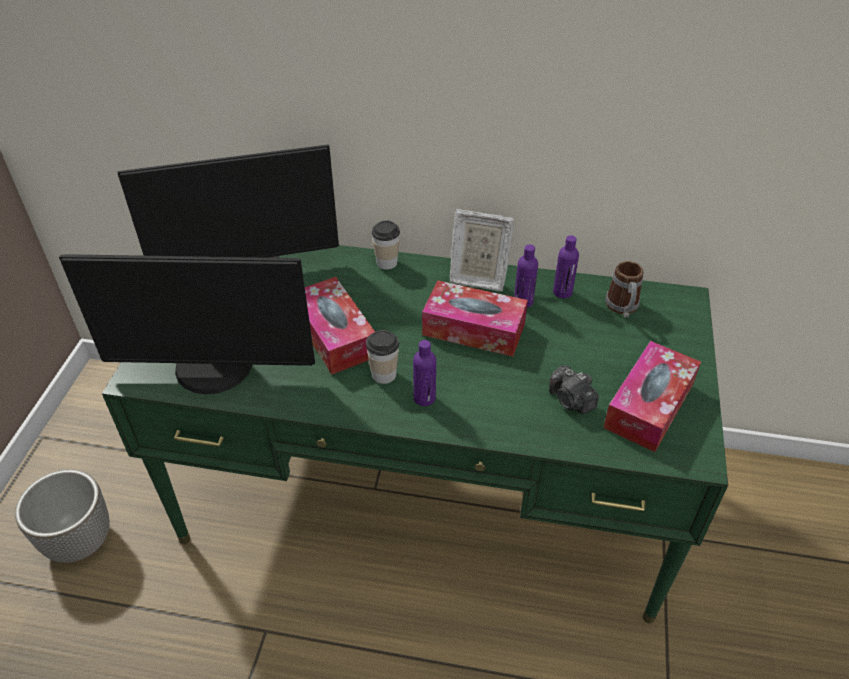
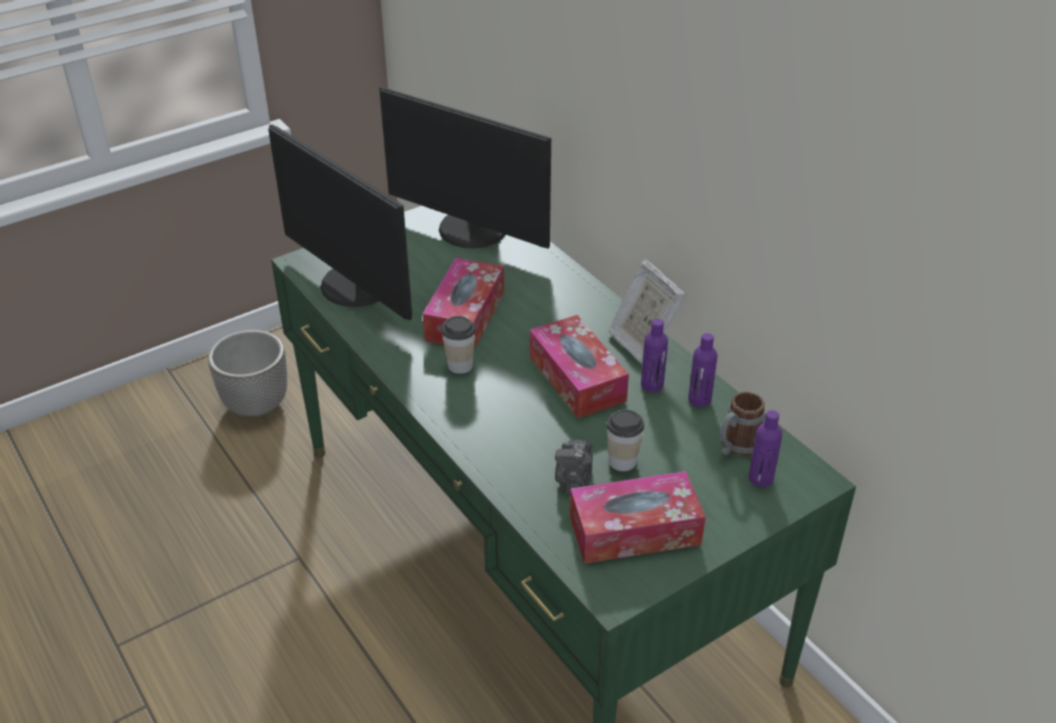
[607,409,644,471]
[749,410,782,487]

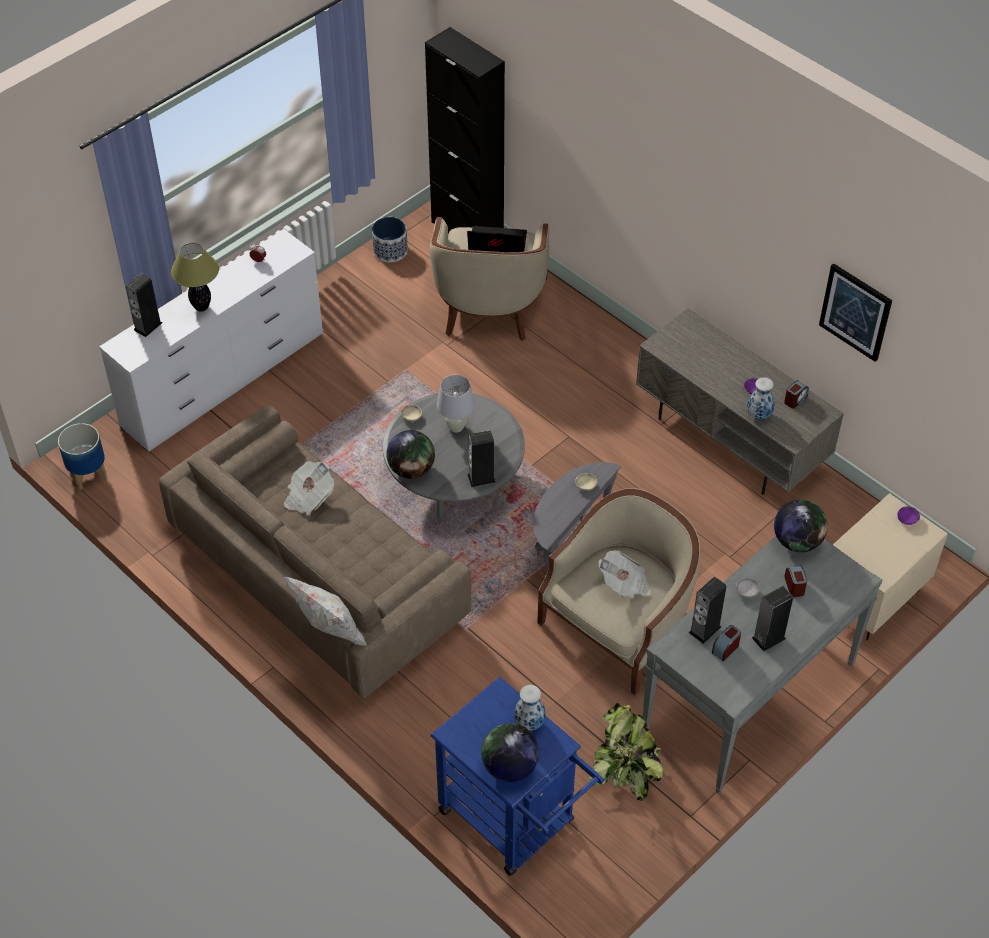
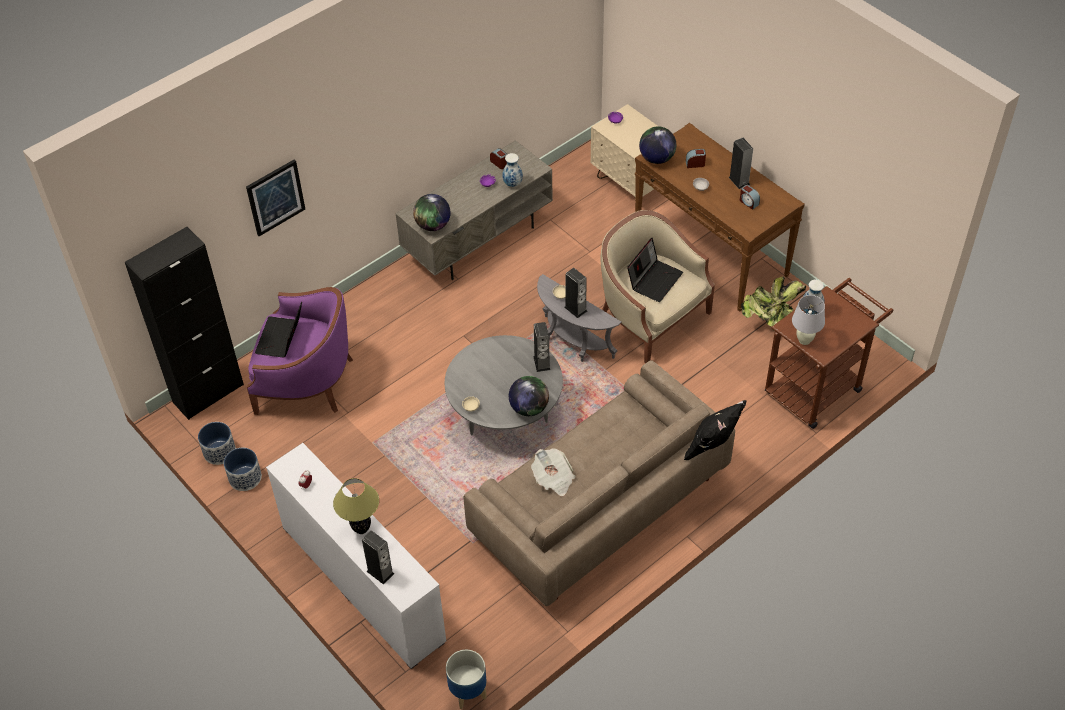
[224,448,262,491]
[792,295,825,345]
[413,194,451,231]
[564,268,587,318]
[246,159,305,236]
[627,238,683,302]
[684,400,747,460]
[247,287,353,415]
[765,278,893,429]
[635,123,805,312]

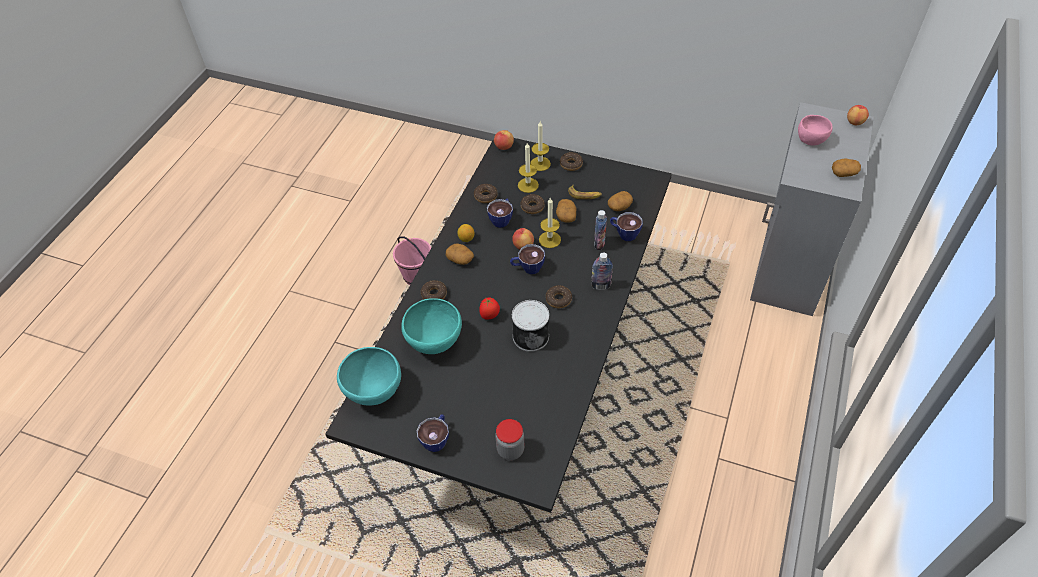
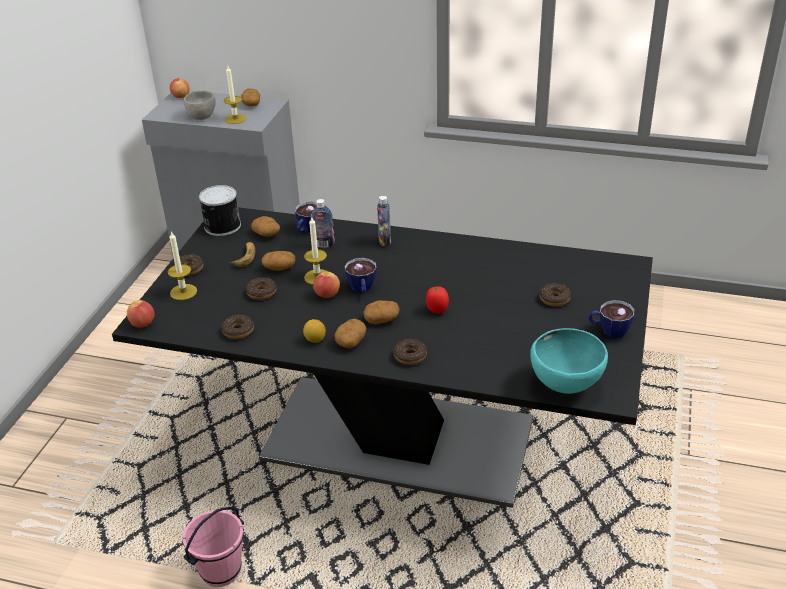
[401,298,462,354] (first image)
[487,199,513,228] (first image)
[495,419,524,460] (first image)
[363,300,400,324]
[199,185,241,236]
[224,66,246,124]
[539,283,571,307]
[184,91,216,120]

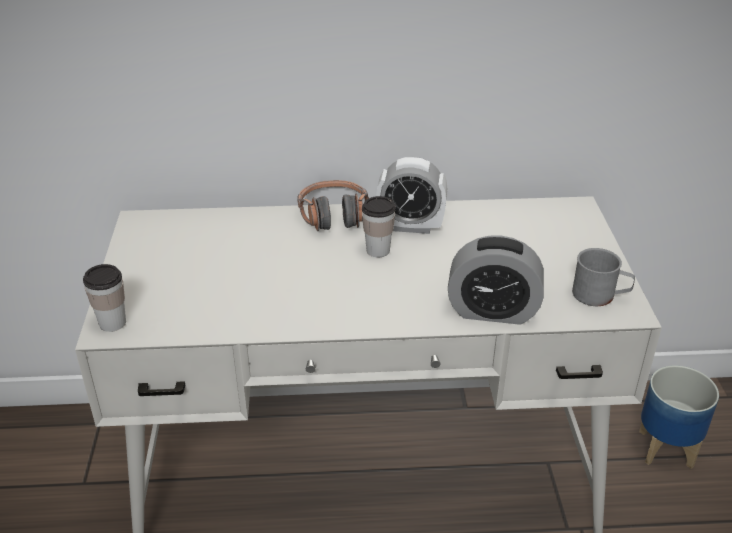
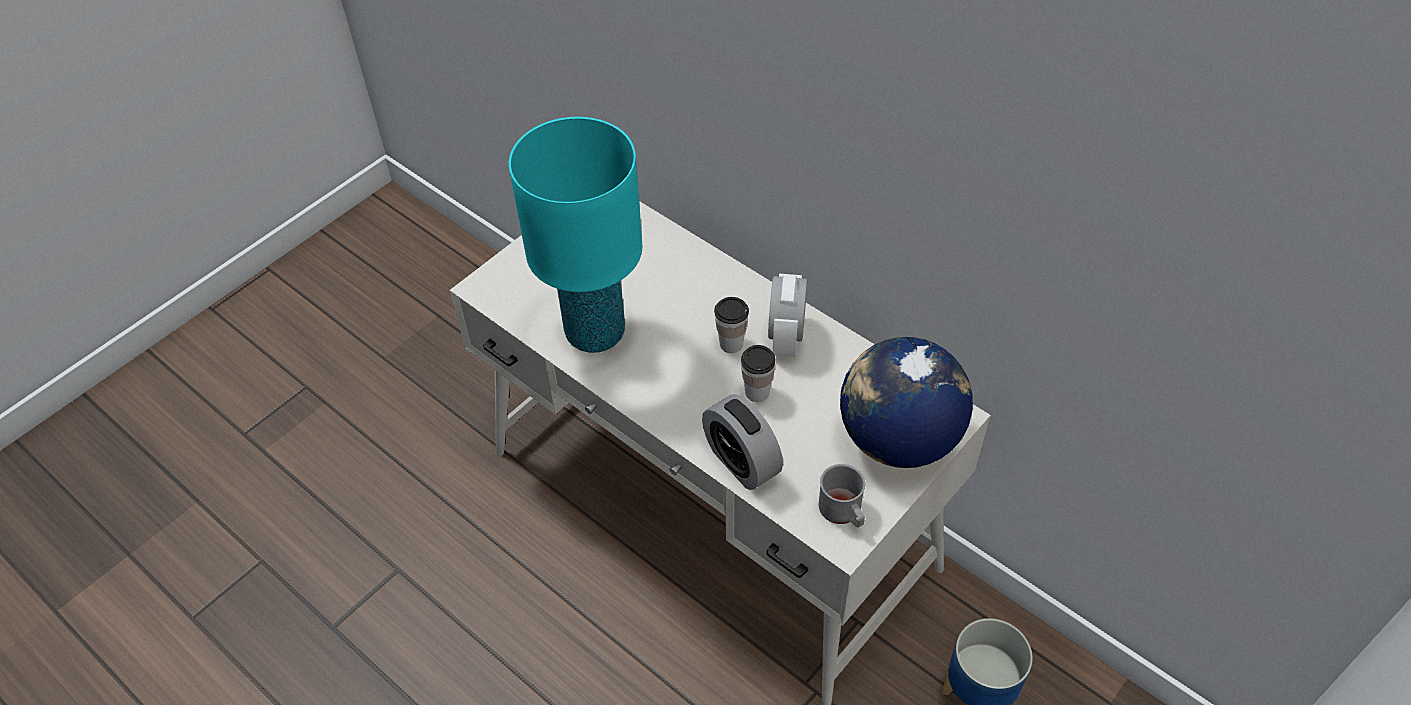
[297,180,369,231] (first image)
[509,117,642,353]
[840,337,973,468]
[741,345,775,402]
[768,274,807,357]

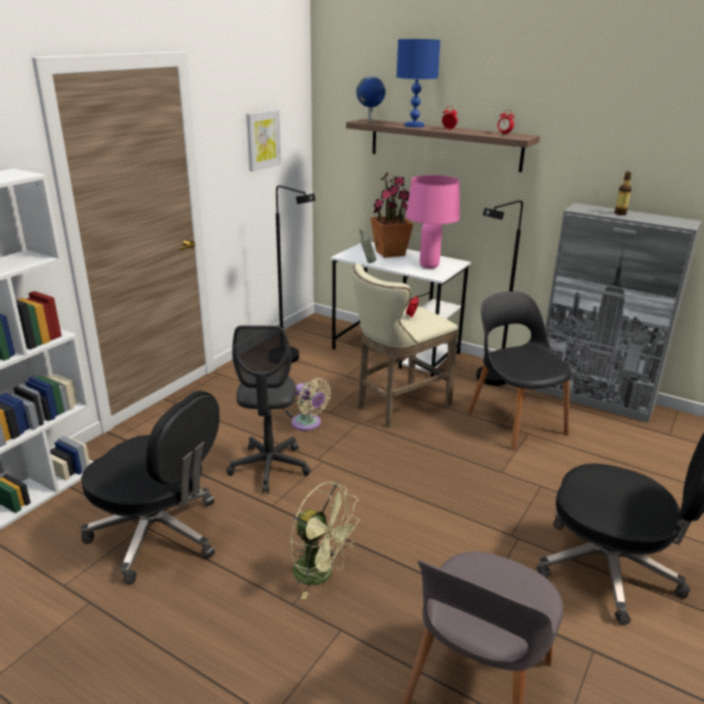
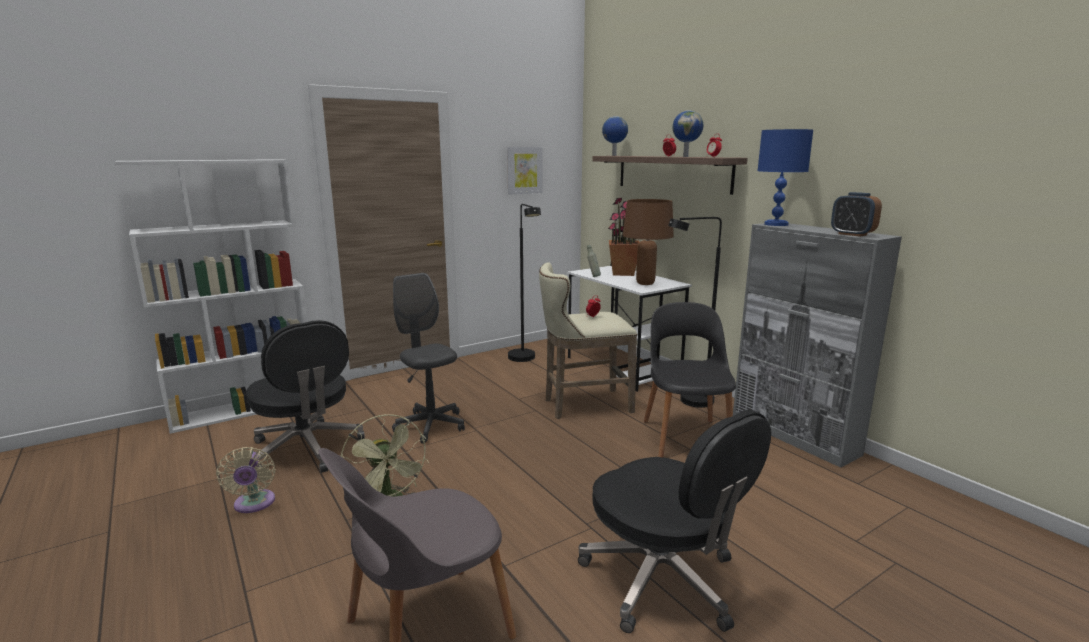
[615,172,631,215] (first image)
[673,110,703,157]
[831,192,882,237]
[216,447,276,513]
[758,129,813,226]
[623,199,674,285]
[392,273,465,444]

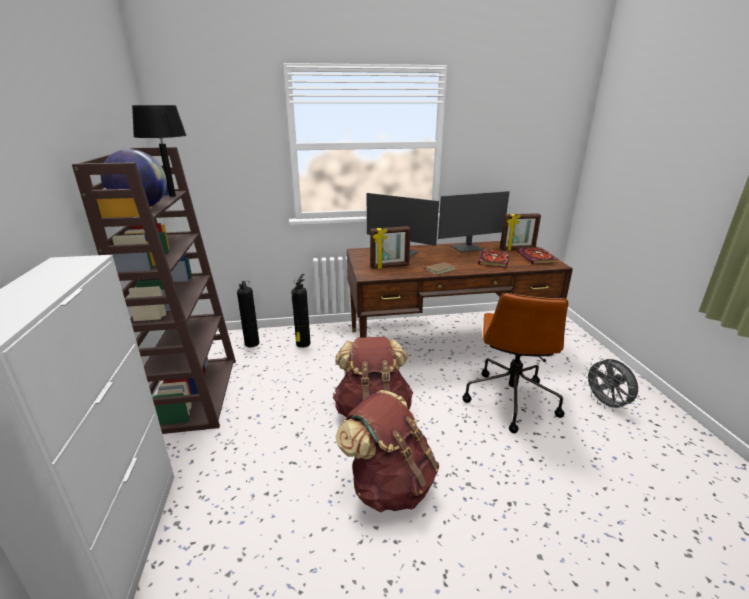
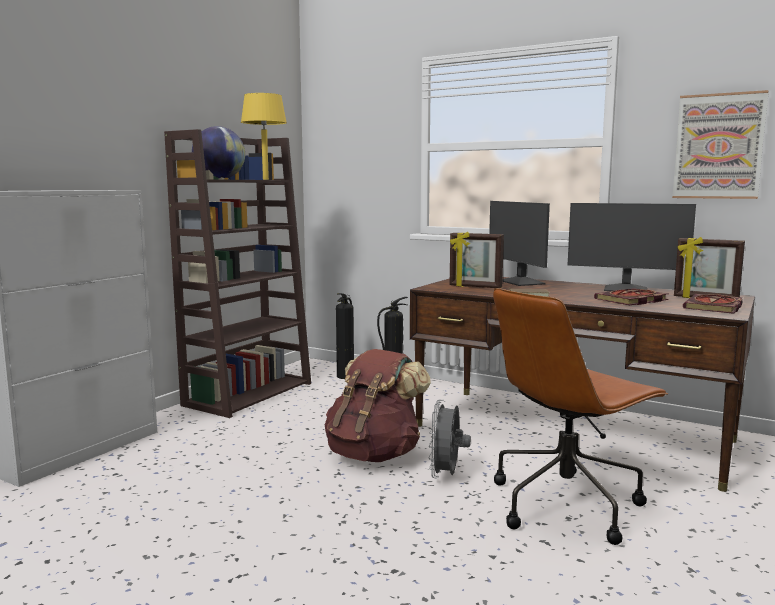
[335,390,439,512] (first image)
[672,90,769,199]
[429,400,471,479]
[241,93,287,180]

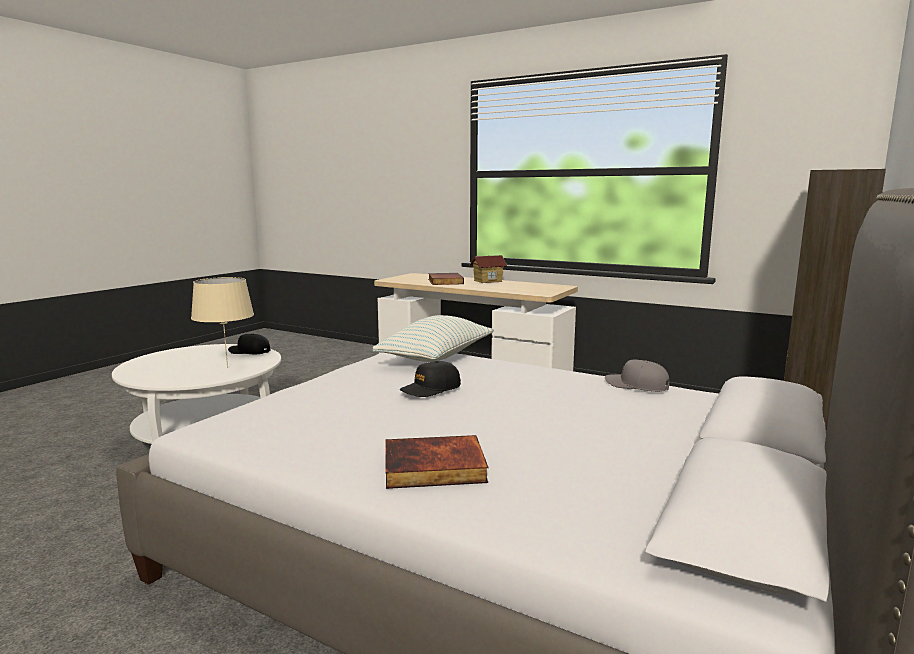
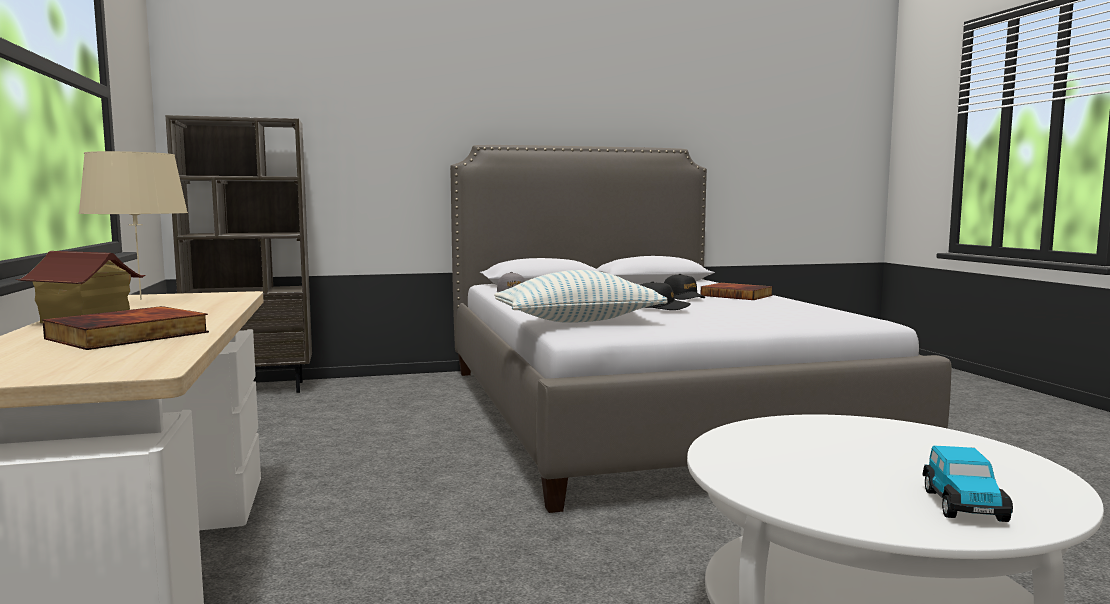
[923,445,1013,522]
[78,151,188,300]
[664,274,705,300]

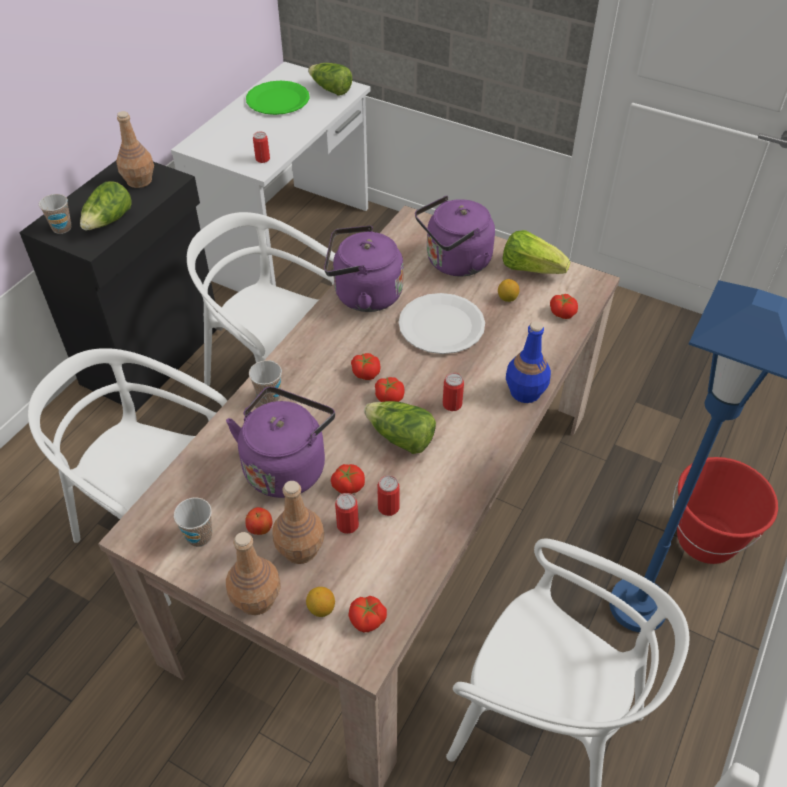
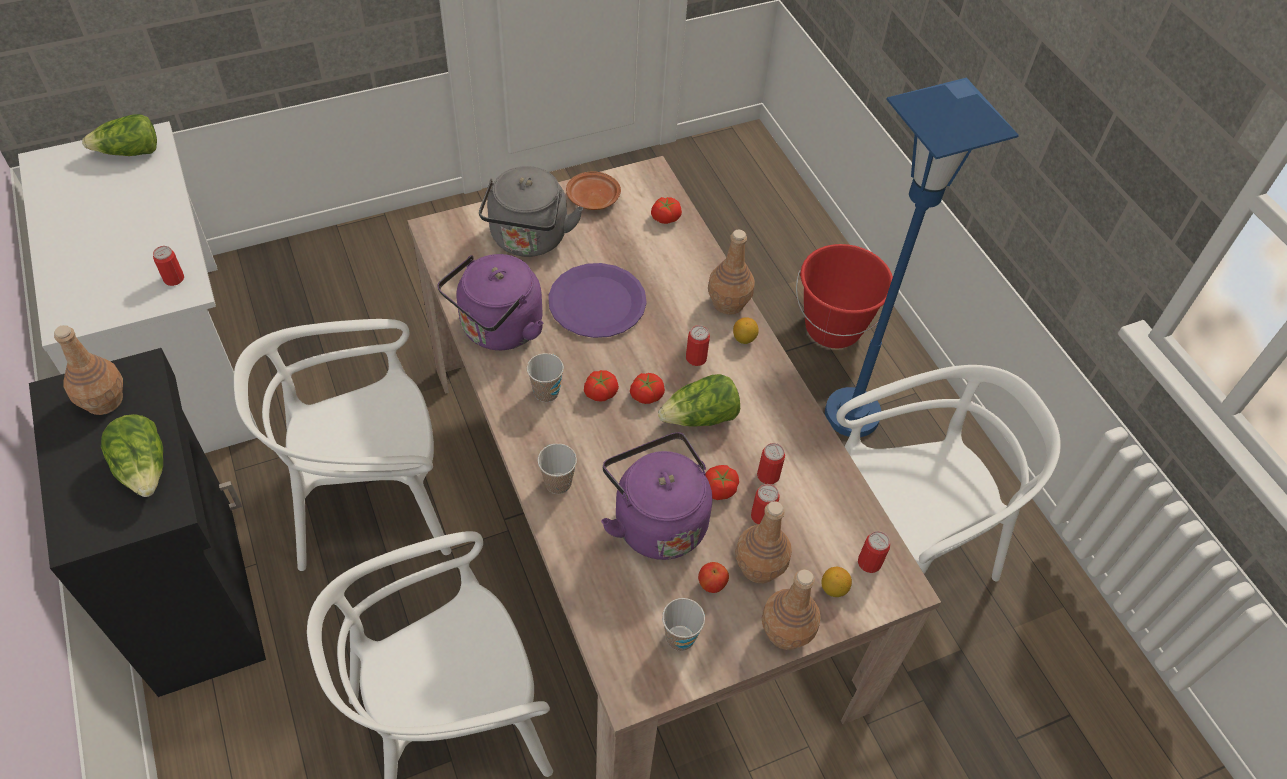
[246,81,310,115] (first image)
[527,353,564,402]
[733,317,759,344]
[858,531,890,573]
[566,171,621,210]
[548,263,647,338]
[479,166,583,257]
[708,229,755,315]

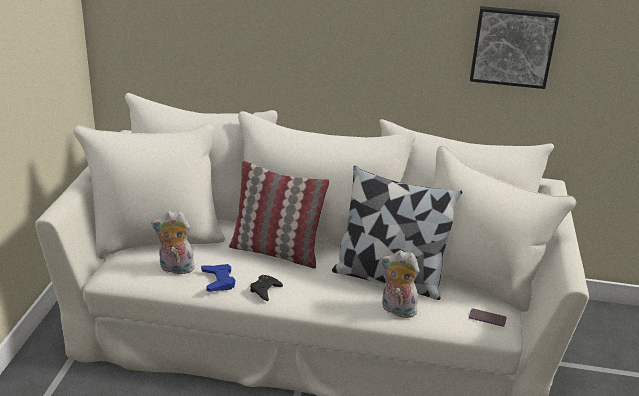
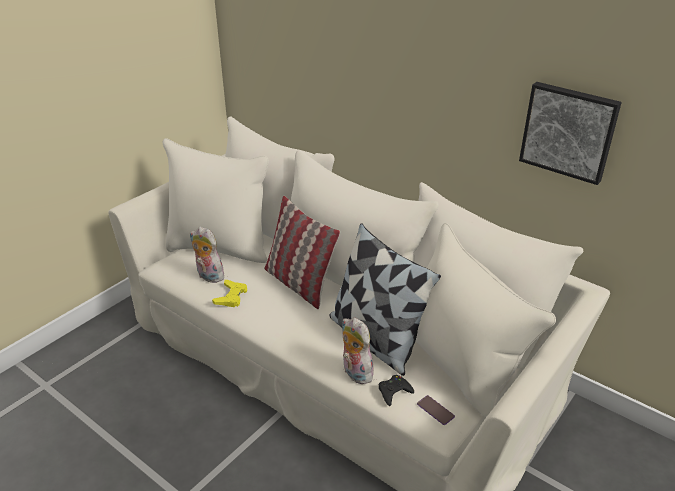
[379,375,414,406]
[212,280,247,307]

